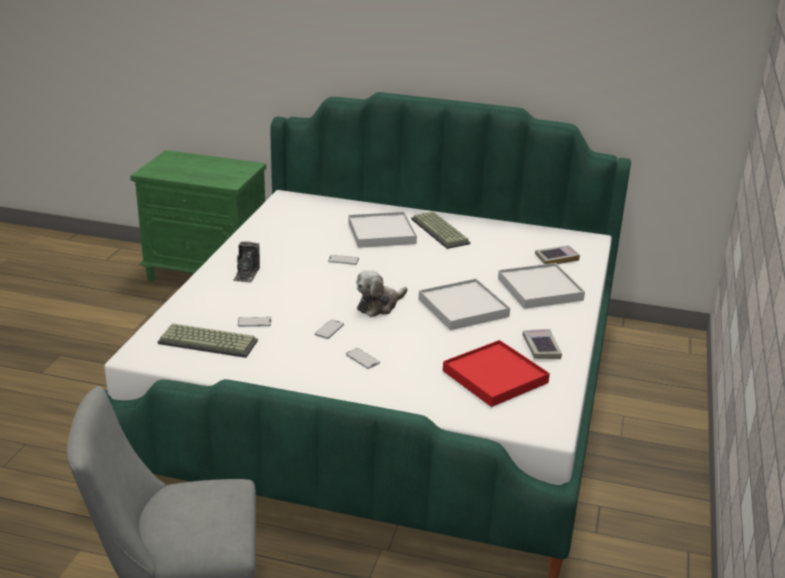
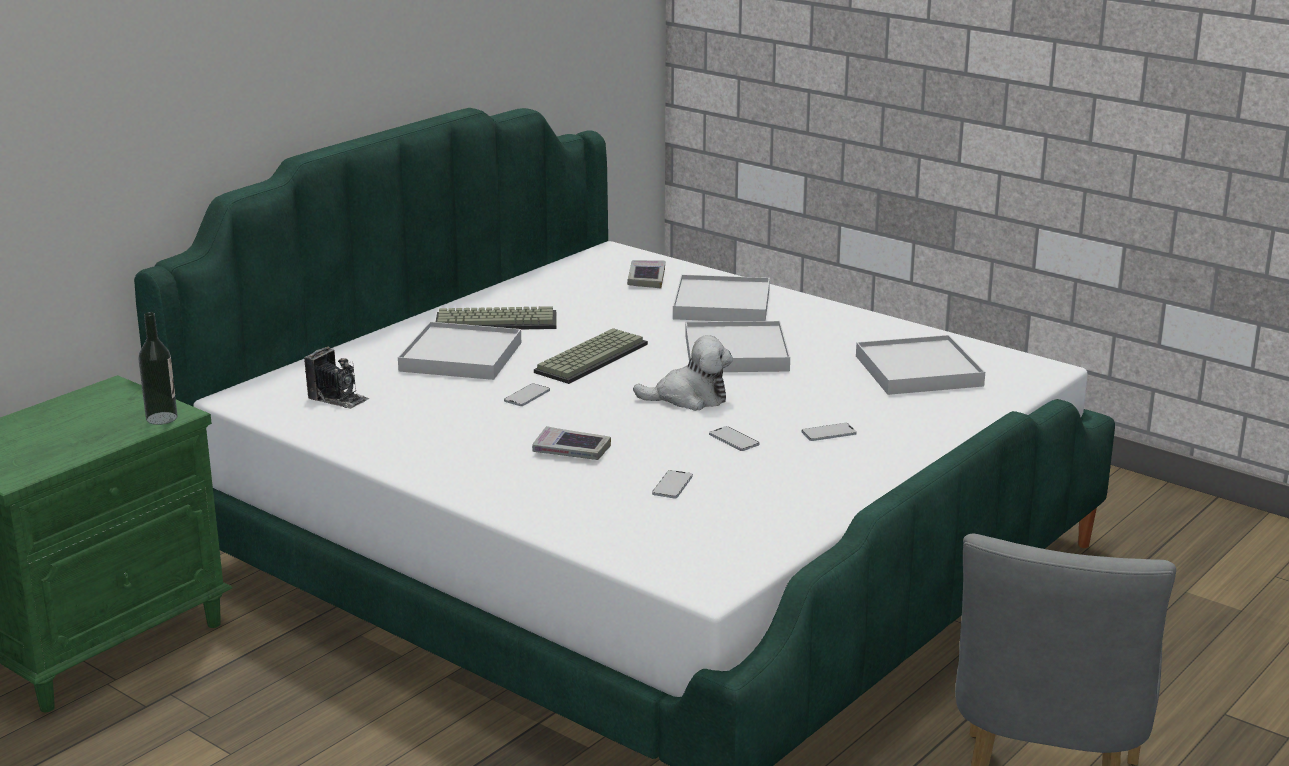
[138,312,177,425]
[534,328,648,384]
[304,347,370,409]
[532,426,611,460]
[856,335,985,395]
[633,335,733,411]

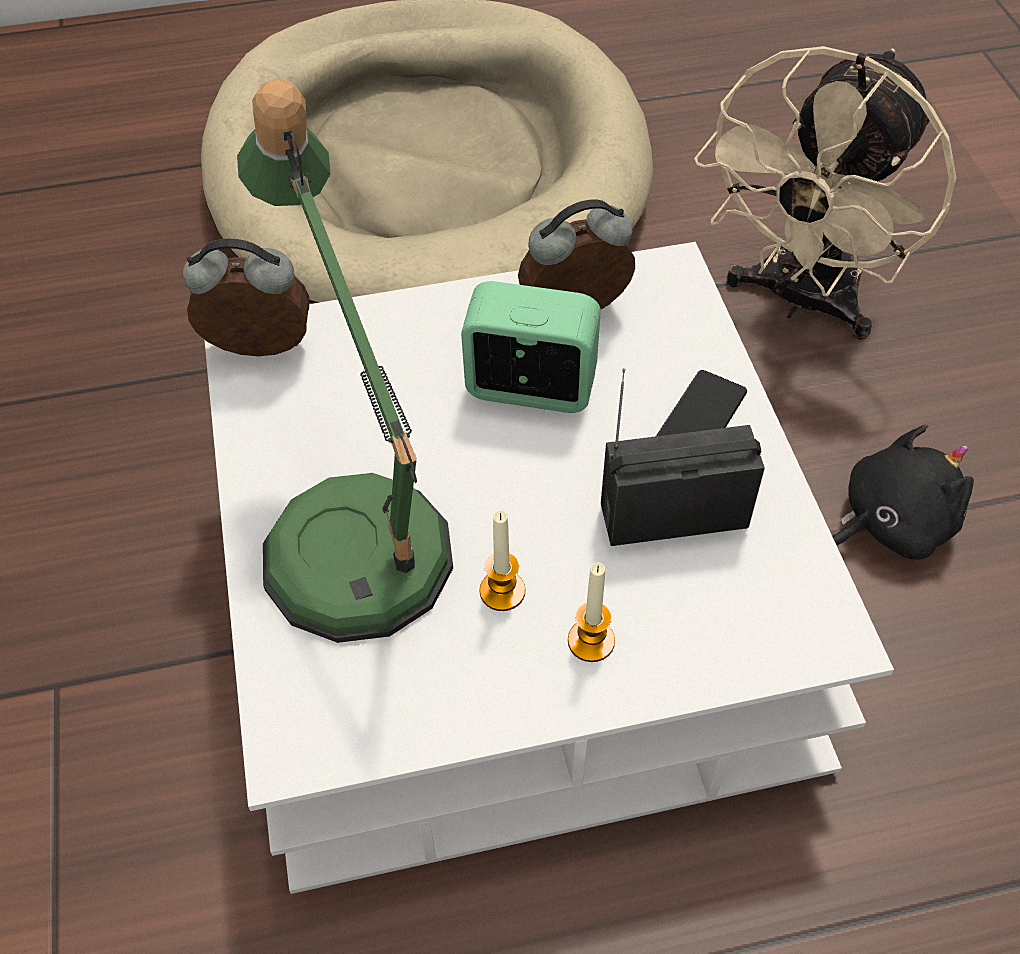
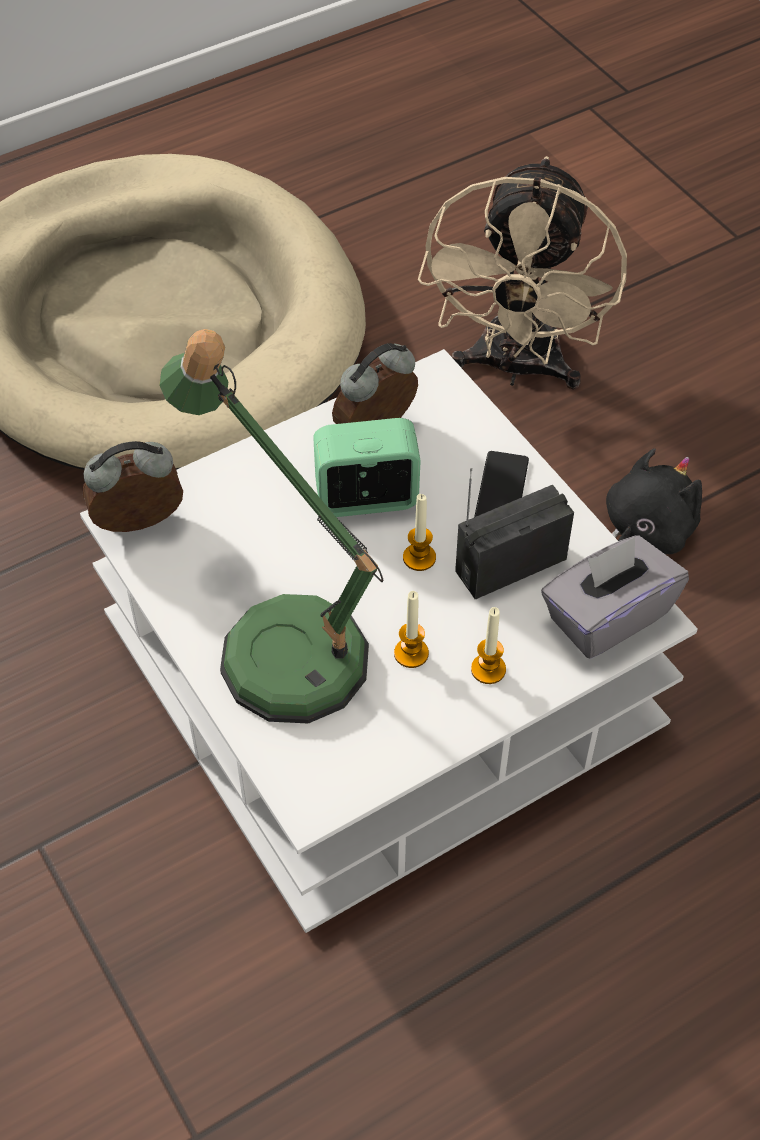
[403,494,436,571]
[541,535,689,659]

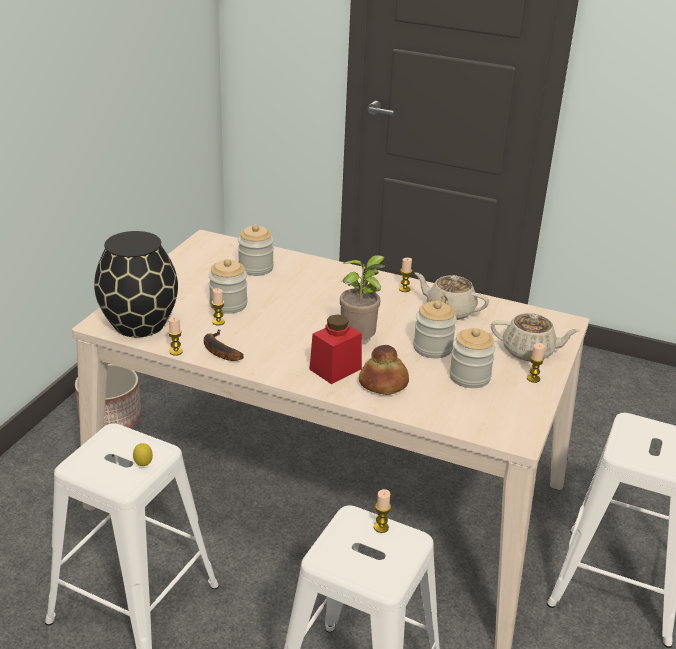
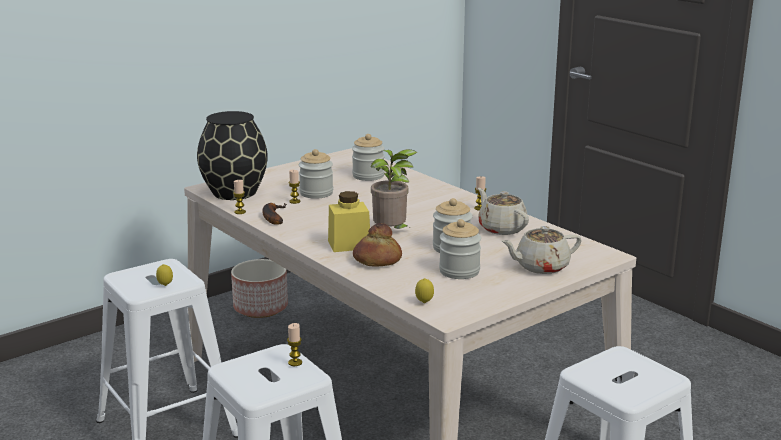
[527,343,545,383] (first image)
[415,278,434,303]
[328,191,370,252]
[501,226,582,274]

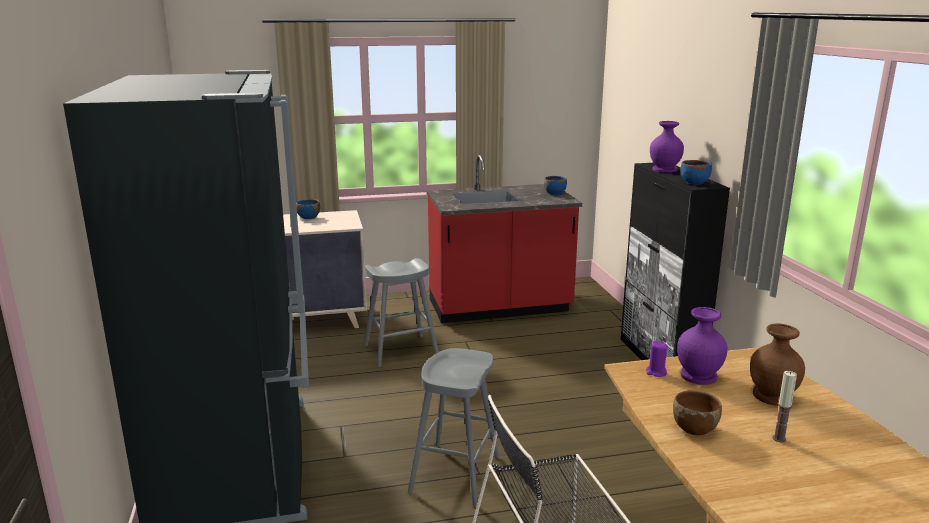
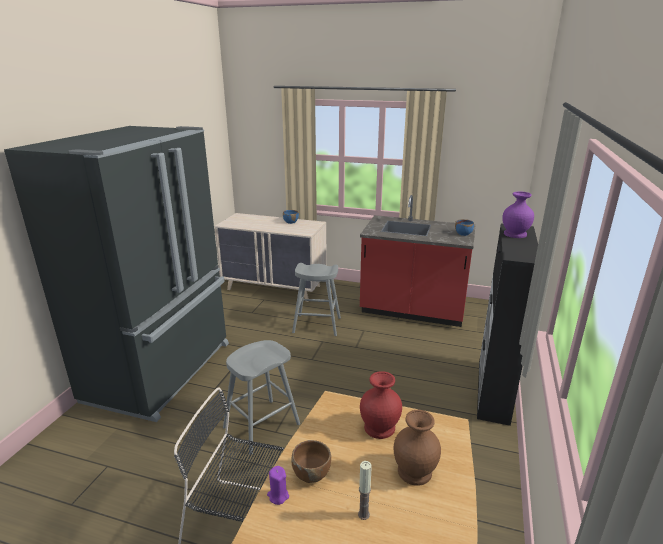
[681,160,712,185] (first image)
[267,466,289,505]
[360,371,402,439]

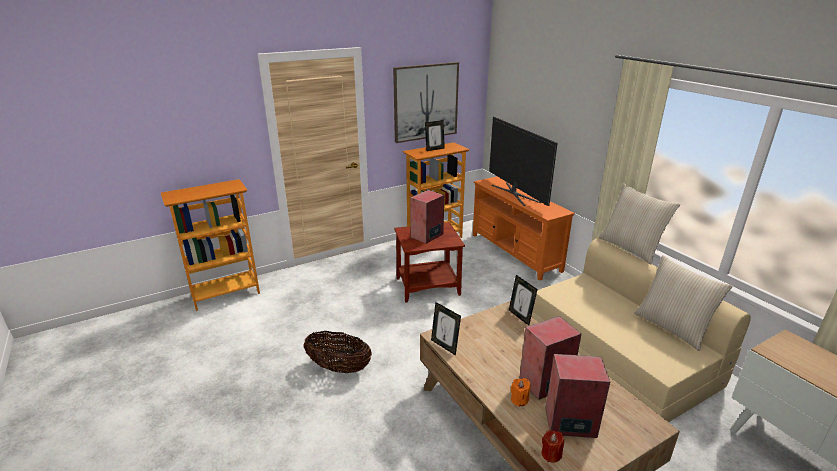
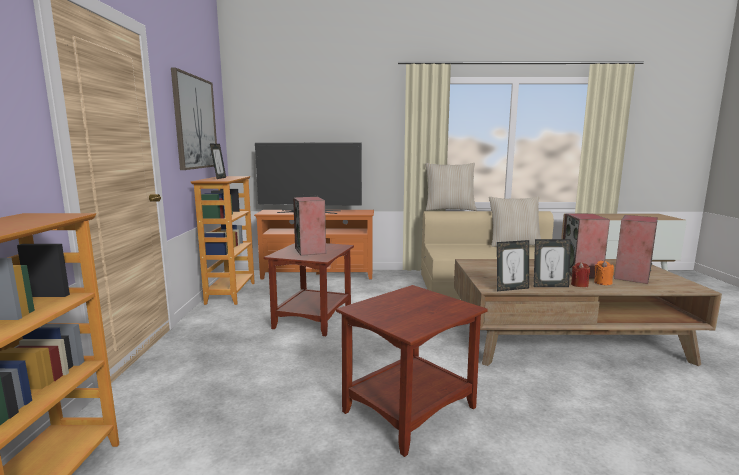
[534,239,571,287]
[571,262,590,287]
[336,285,488,457]

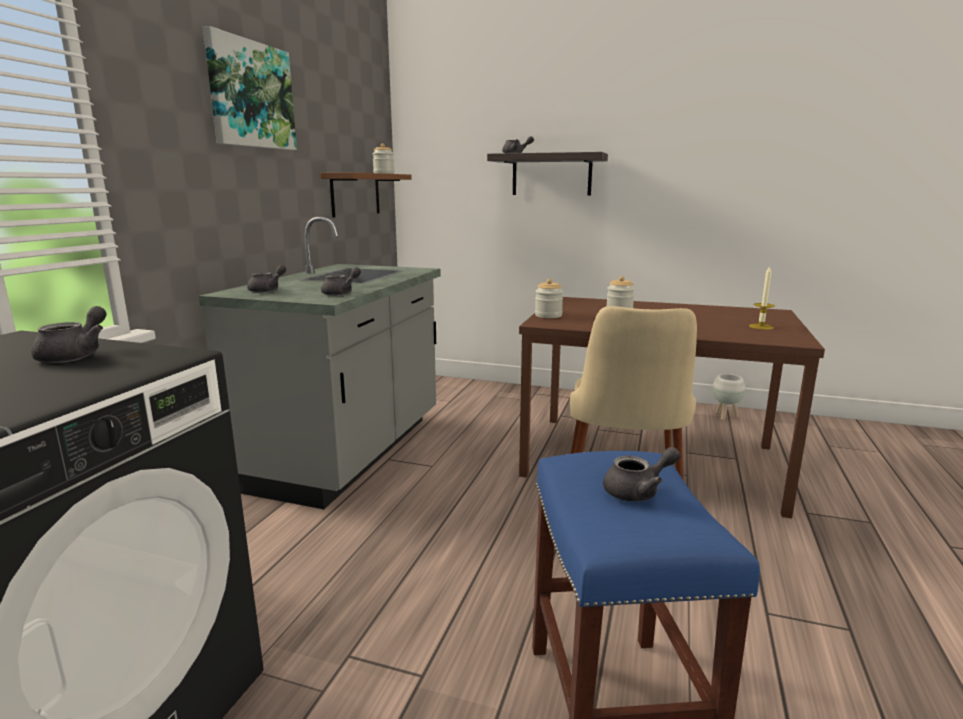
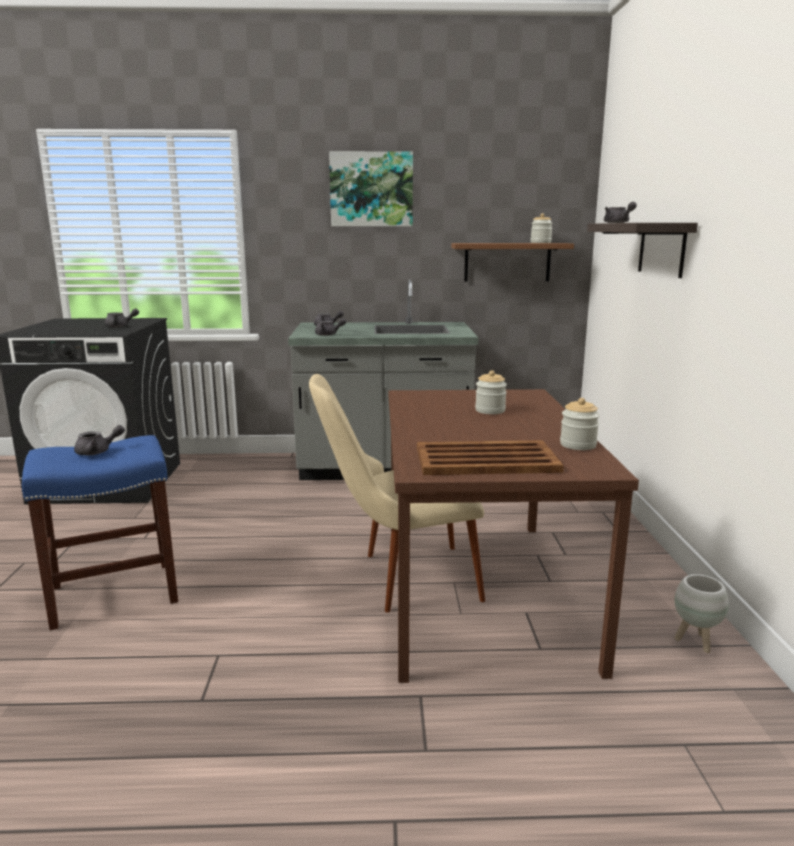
[560,398,600,450]
[417,440,564,475]
[74,425,125,456]

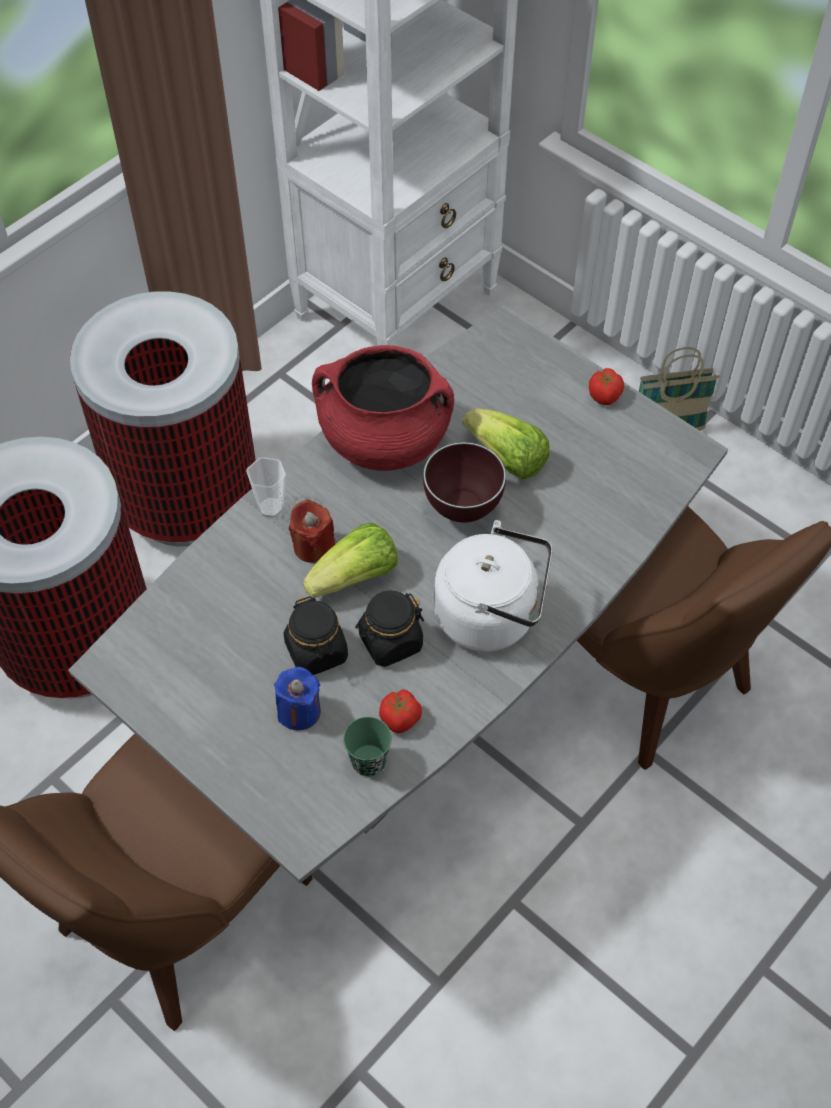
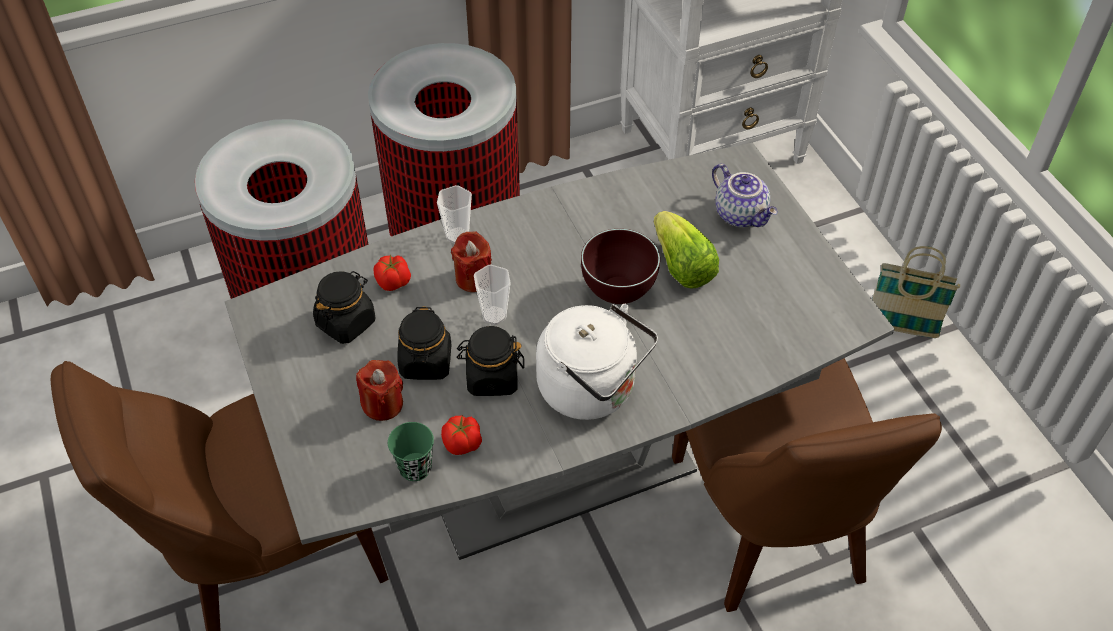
[312,345,454,471] (first image)
[313,271,375,344]
[712,164,778,227]
[373,254,411,291]
[474,265,511,325]
[356,360,403,421]

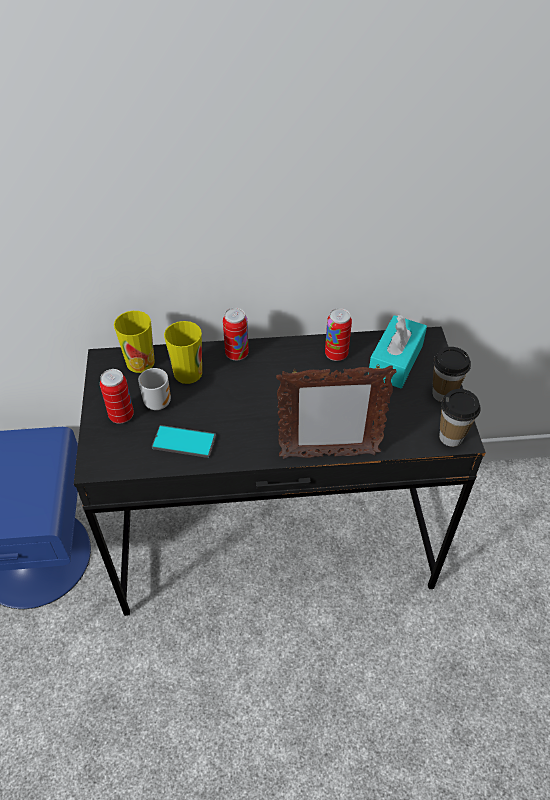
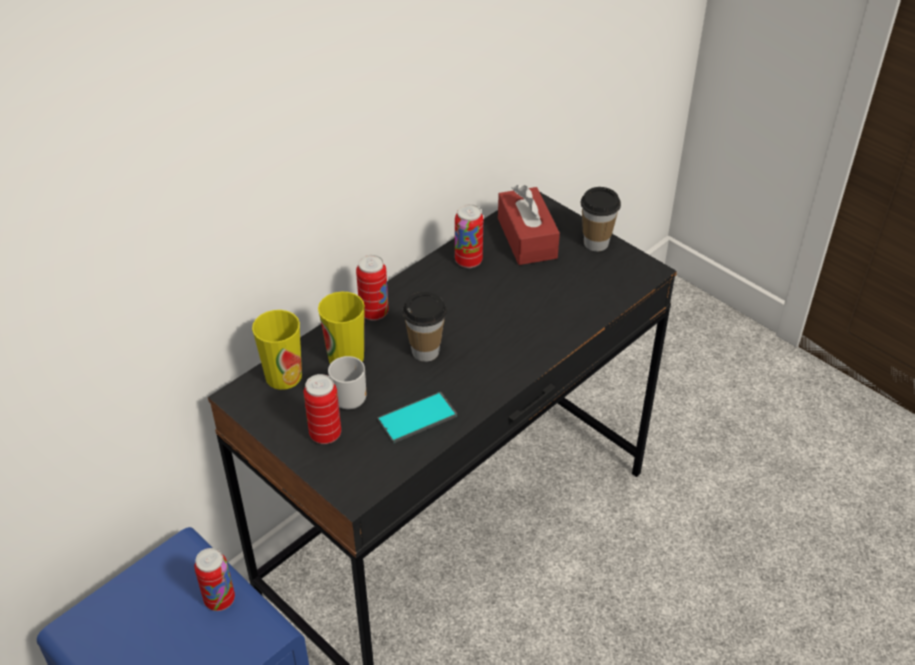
[276,364,397,459] (first image)
[194,548,235,611]
[402,292,447,362]
[498,185,560,265]

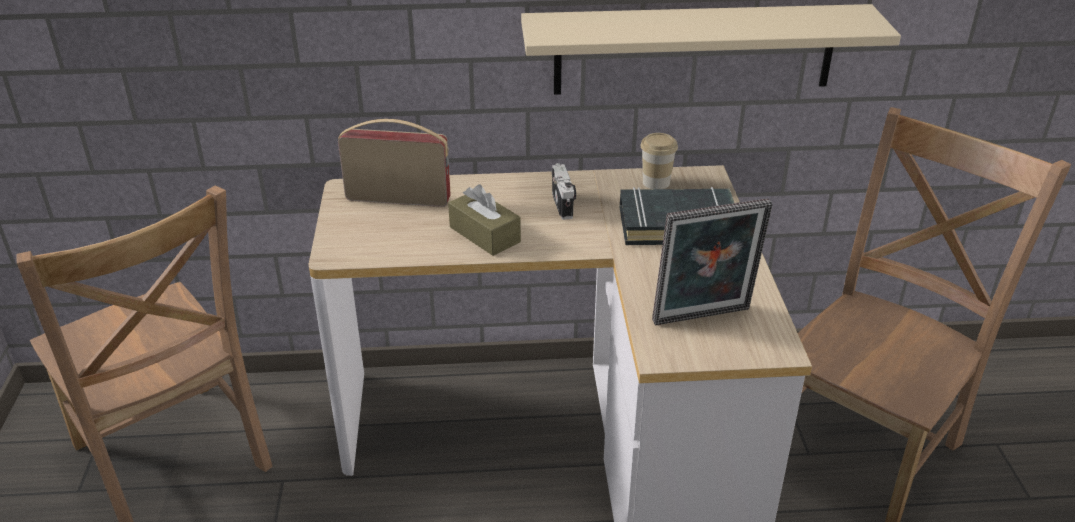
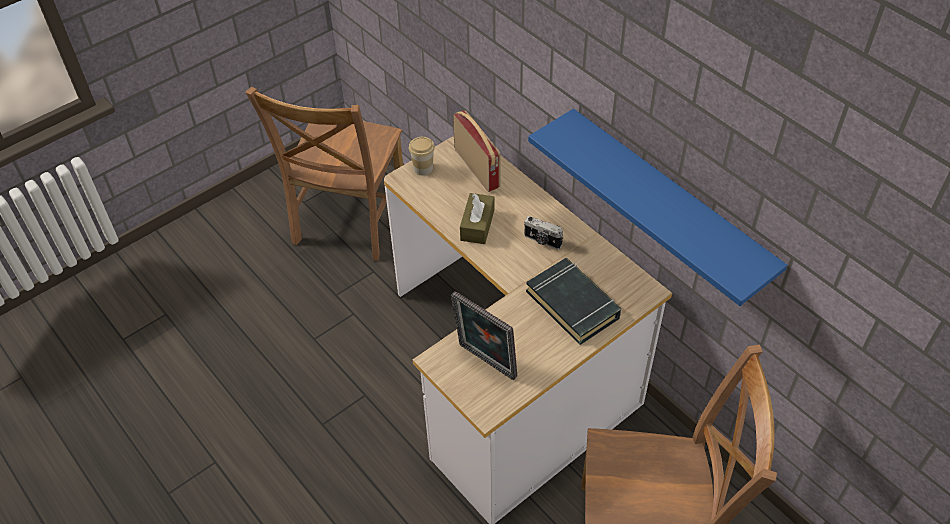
[409,137,435,175]
[528,109,787,306]
[524,216,564,250]

